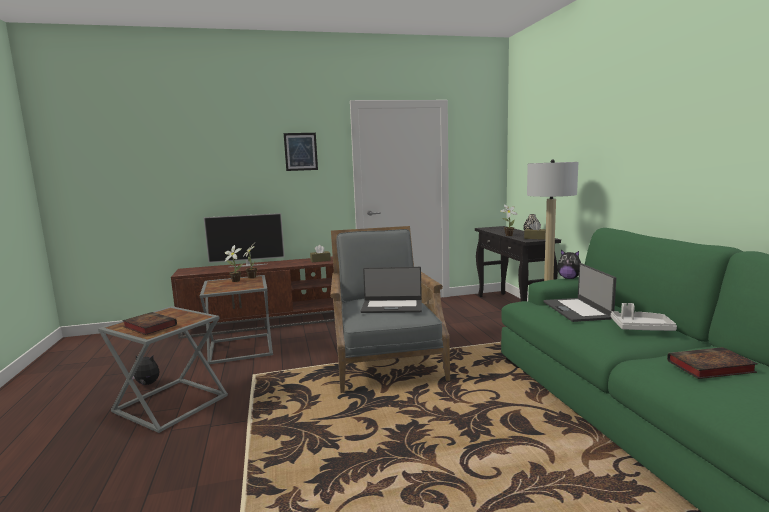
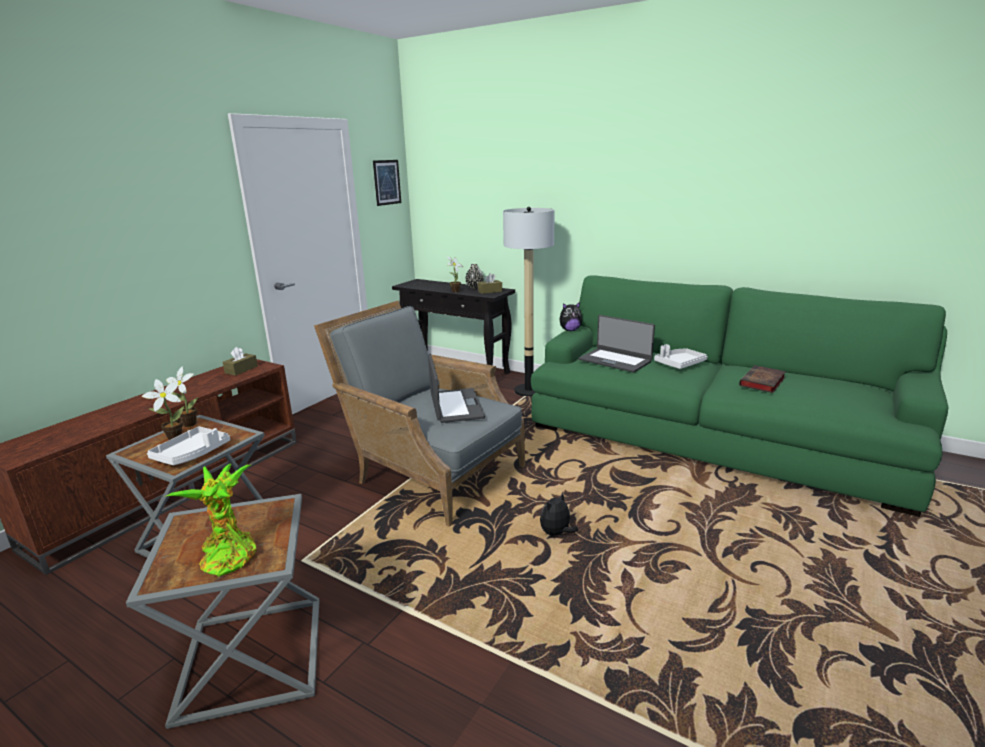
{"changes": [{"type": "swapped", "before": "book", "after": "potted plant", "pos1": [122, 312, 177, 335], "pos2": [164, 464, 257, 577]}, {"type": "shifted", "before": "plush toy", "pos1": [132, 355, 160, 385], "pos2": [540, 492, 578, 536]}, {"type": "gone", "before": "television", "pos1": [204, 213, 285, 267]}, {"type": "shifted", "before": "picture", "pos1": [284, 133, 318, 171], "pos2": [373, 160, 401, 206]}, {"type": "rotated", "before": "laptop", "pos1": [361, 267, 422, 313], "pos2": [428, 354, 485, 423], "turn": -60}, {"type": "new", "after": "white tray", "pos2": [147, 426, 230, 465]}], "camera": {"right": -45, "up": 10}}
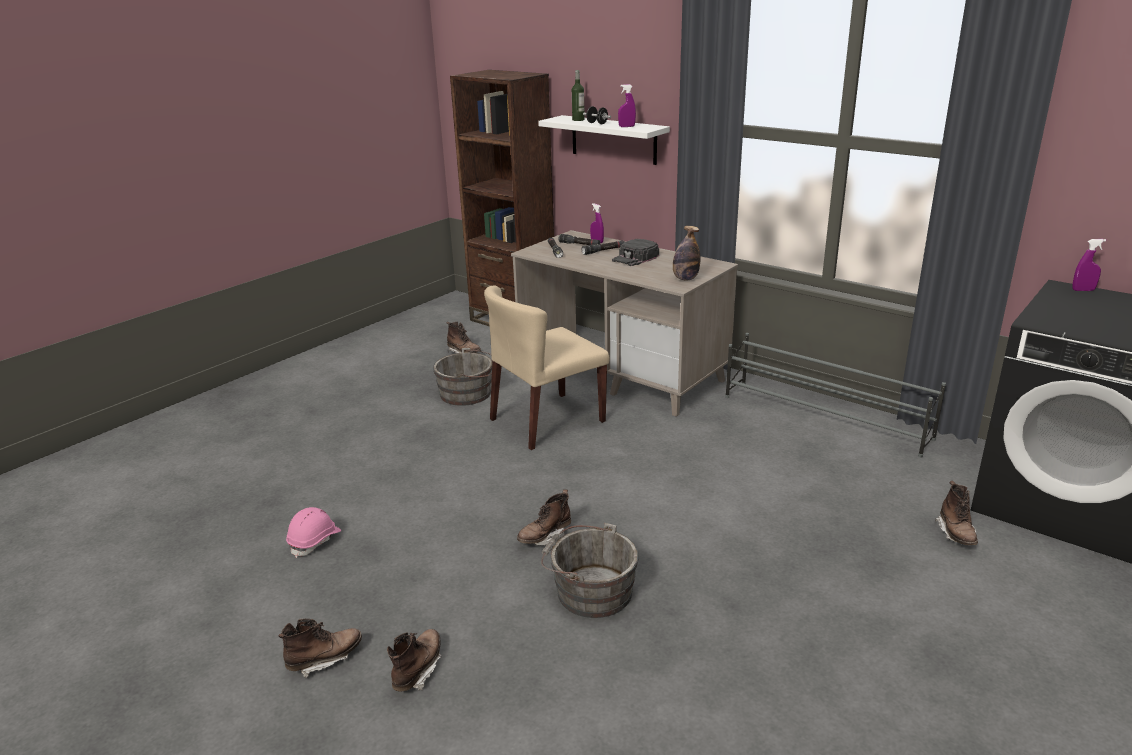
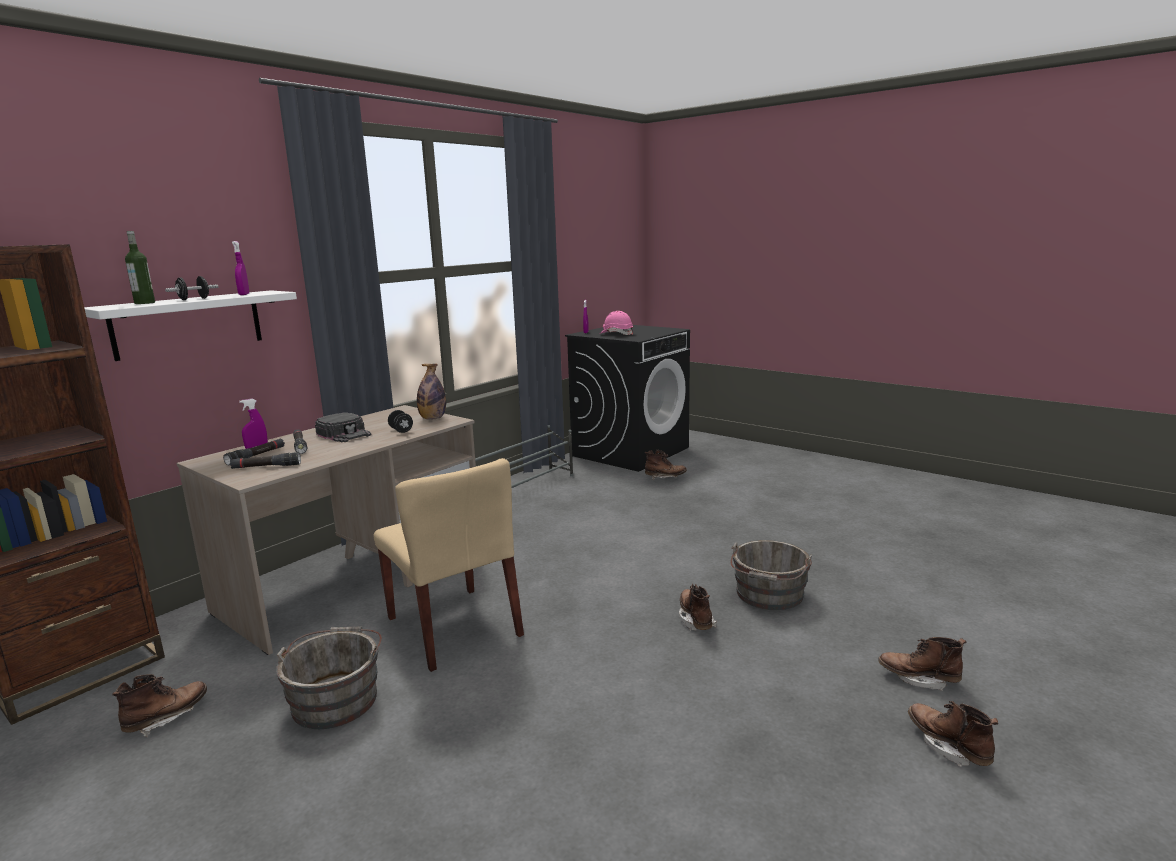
{"changes": [{"type": "shifted", "before": "pink hard hat", "pos1": [286, 507, 341, 558], "pos2": [599, 311, 633, 335]}, {"type": "rotated", "before": "brown boot", "pos1": [517, 490, 571, 546], "pos2": [679, 584, 717, 630], "turn": -150}, {"type": "new", "after": "black dumbbell", "pos2": [388, 410, 413, 433]}], "camera": {"right": -90, "up": -10}}
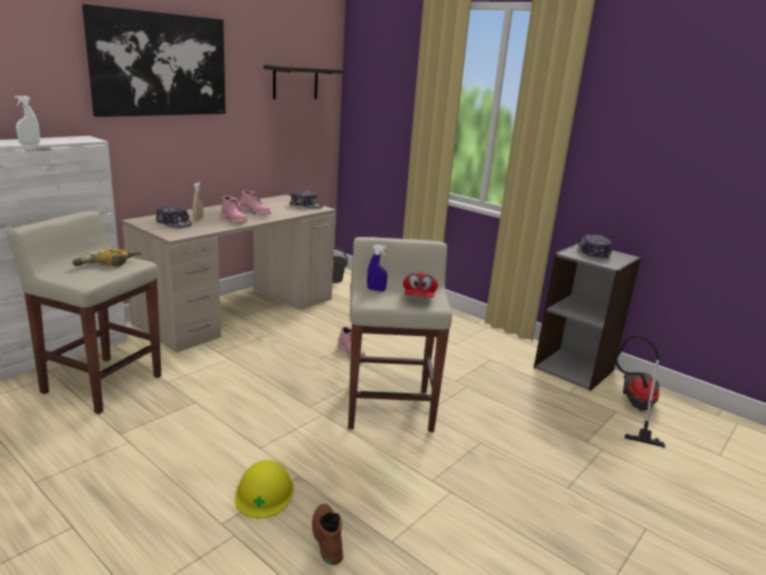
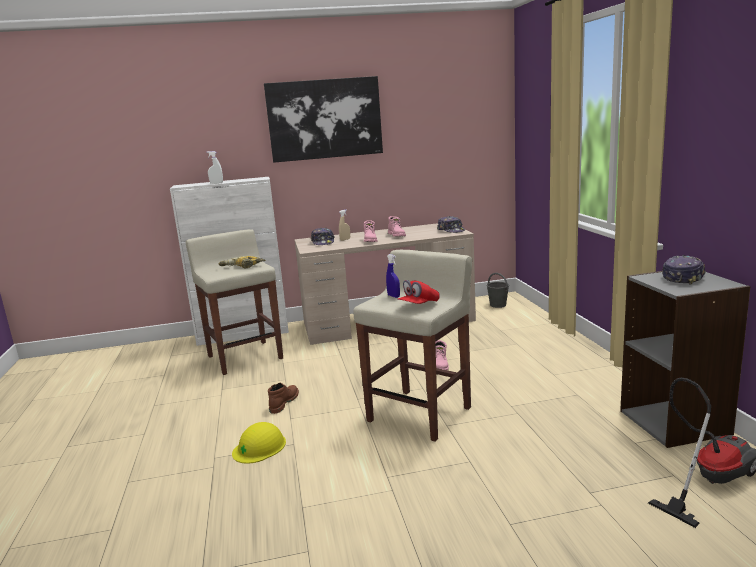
{"changes": [{"type": "gone", "before": "shelf", "pos1": [264, 65, 344, 99]}, {"type": "shifted", "before": "brown boot", "pos1": [312, 504, 343, 565], "pos2": [268, 383, 299, 414]}], "camera": {"right": 40, "up": -5}}
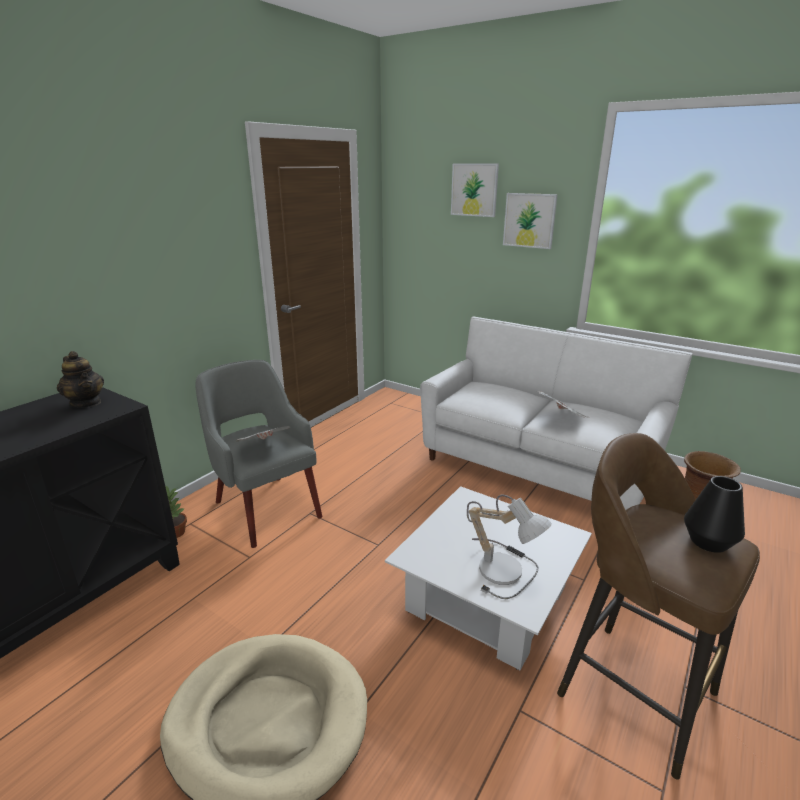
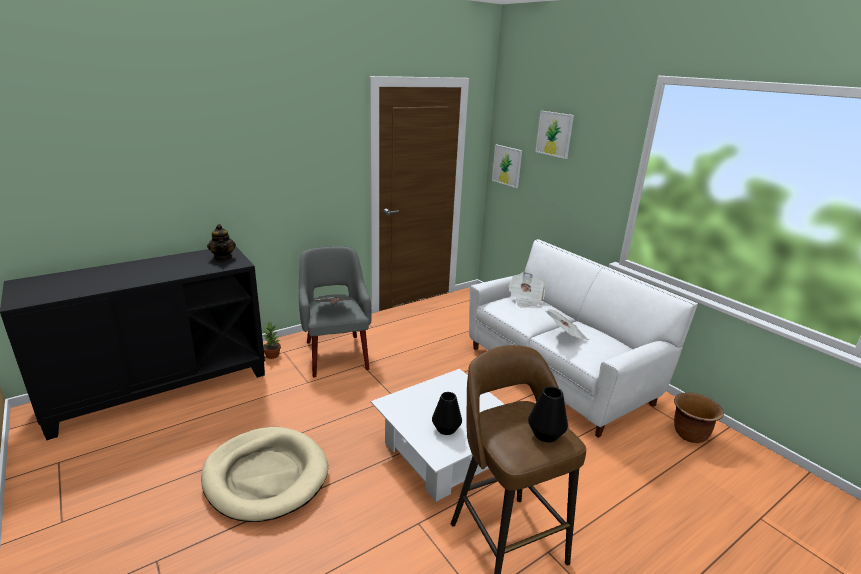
{"changes": [{"type": "swapped", "before": "table lamp", "after": "black vase", "pos1": [467, 494, 552, 599], "pos2": [432, 392, 462, 435]}, {"type": "shifted", "before": "picture", "pos1": [503, 193, 558, 249], "pos2": [492, 145, 522, 188]}, {"type": "new", "after": "newspaper", "pos2": [508, 272, 546, 308]}], "camera": {"right": 20, "up": 0}}
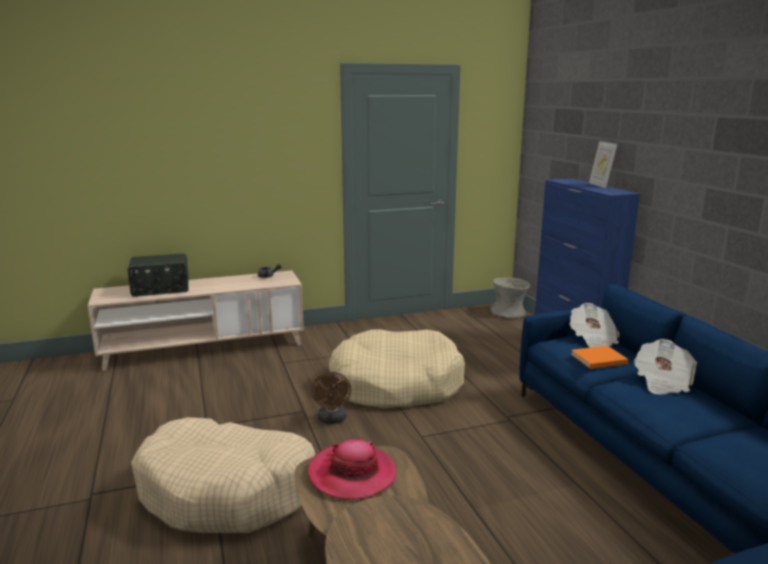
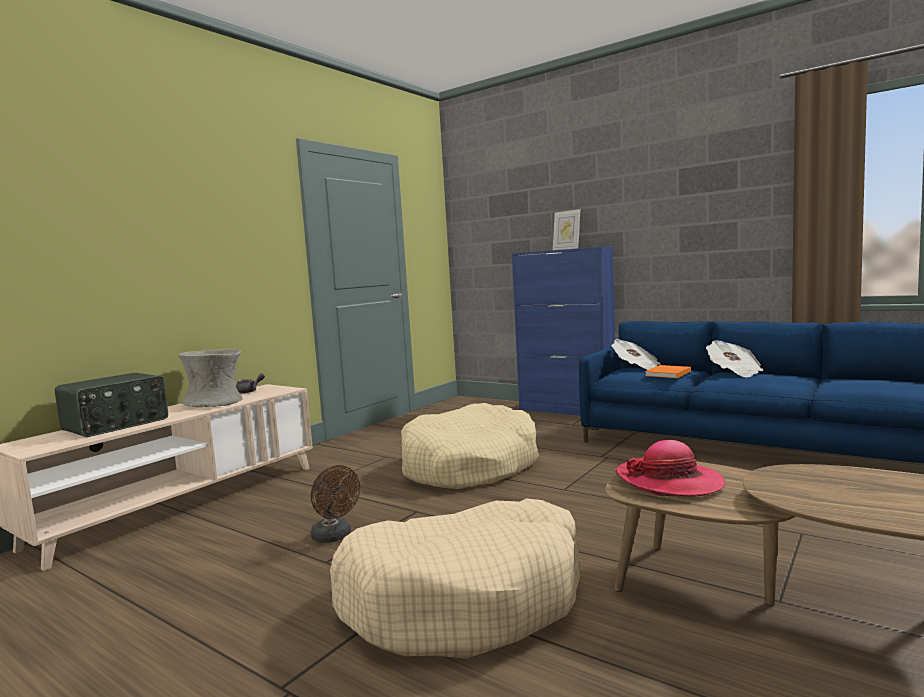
{"changes": [{"type": "shifted", "before": "brown fan", "pos1": [311, 372, 351, 424], "pos2": [311, 465, 360, 543]}, {"type": "shifted", "before": "grey vase", "pos1": [490, 277, 530, 318], "pos2": [178, 349, 243, 407]}], "camera": {"right": -35, "up": -10}}
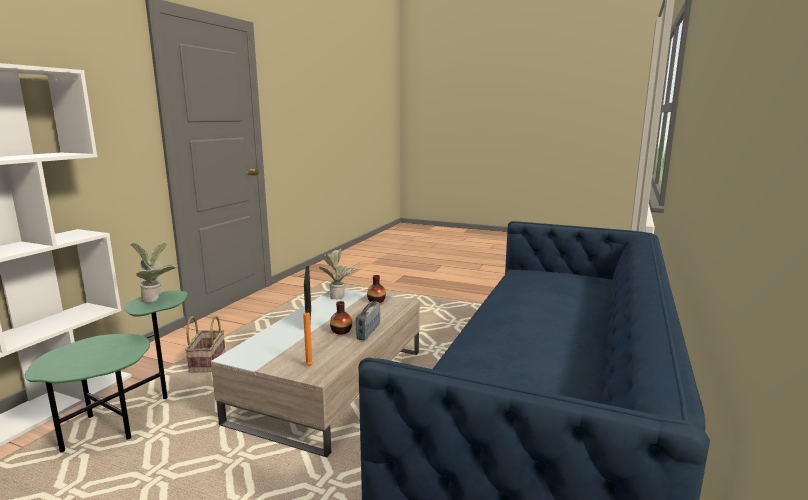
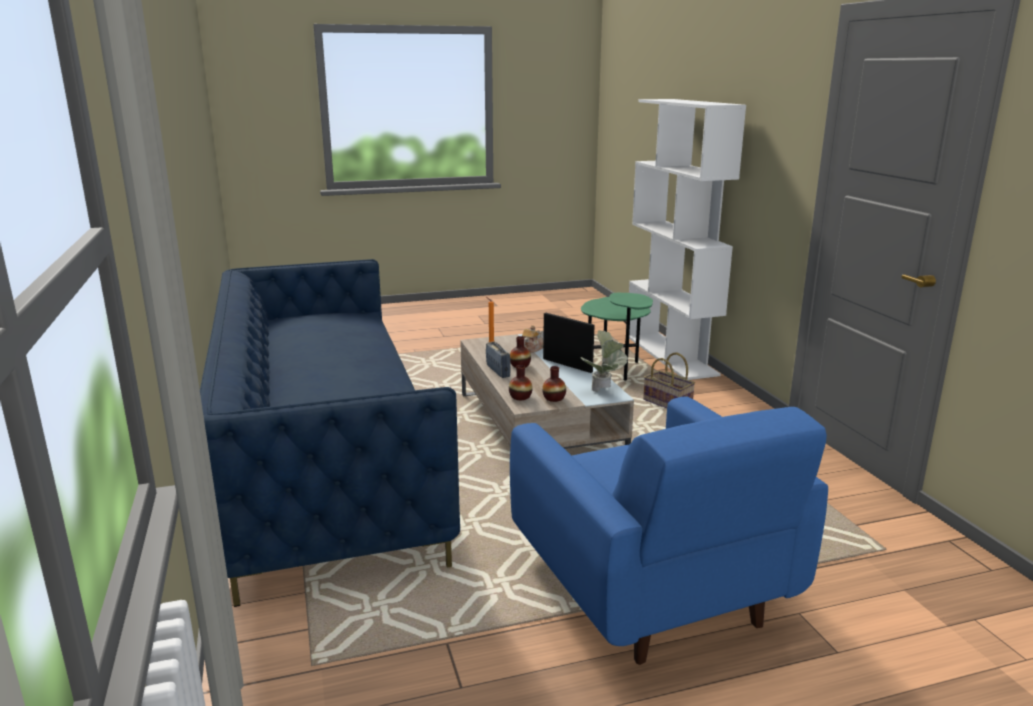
{"changes": [{"type": "gone", "before": "potted plant", "pos1": [130, 243, 176, 303]}, {"type": "new", "after": "vase", "pos2": [509, 365, 533, 400]}, {"type": "new", "after": "blue armchair", "pos2": [510, 397, 828, 665]}, {"type": "new", "after": "teapot", "pos2": [522, 325, 544, 353]}], "camera": {"right": 140, "up": 5}}
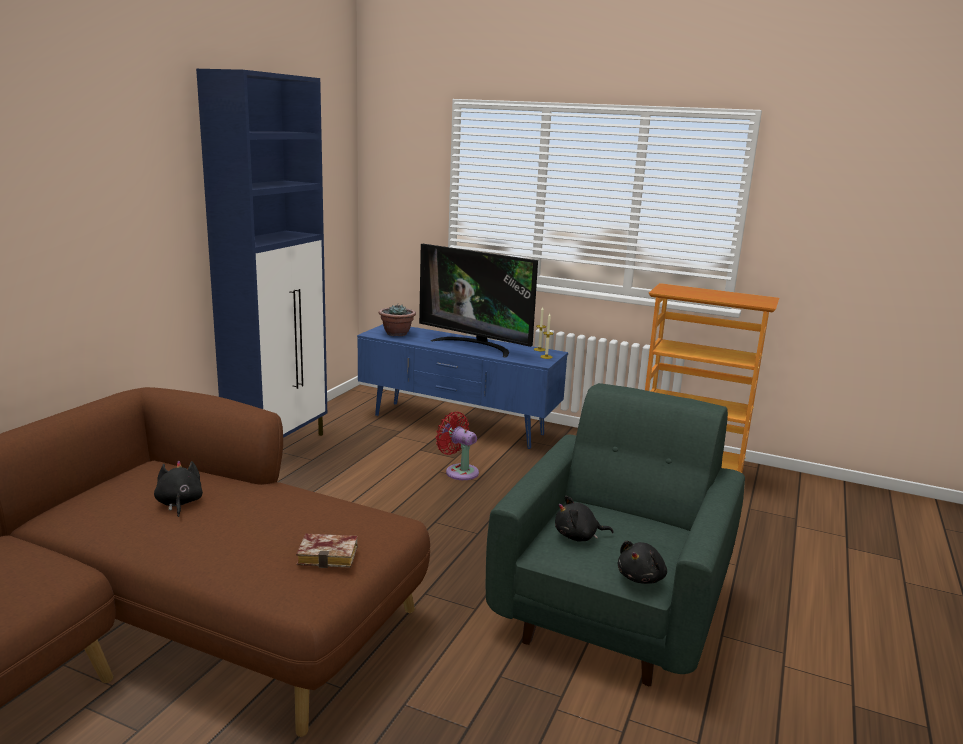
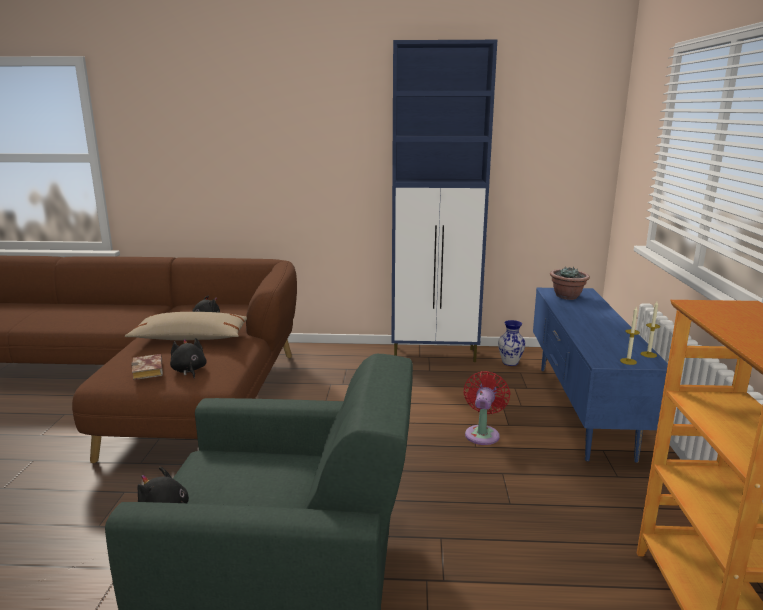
{"changes": [{"type": "gone", "before": "television", "pos1": [419, 244, 538, 358]}, {"type": "shifted", "before": "black plush toy", "pos1": [555, 496, 613, 542], "pos2": [170, 338, 207, 379]}, {"type": "new", "after": "beige pillow", "pos2": [125, 312, 247, 340]}, {"type": "new", "after": "vase", "pos2": [498, 320, 526, 366]}], "camera": {"right": 70, "up": 0}}
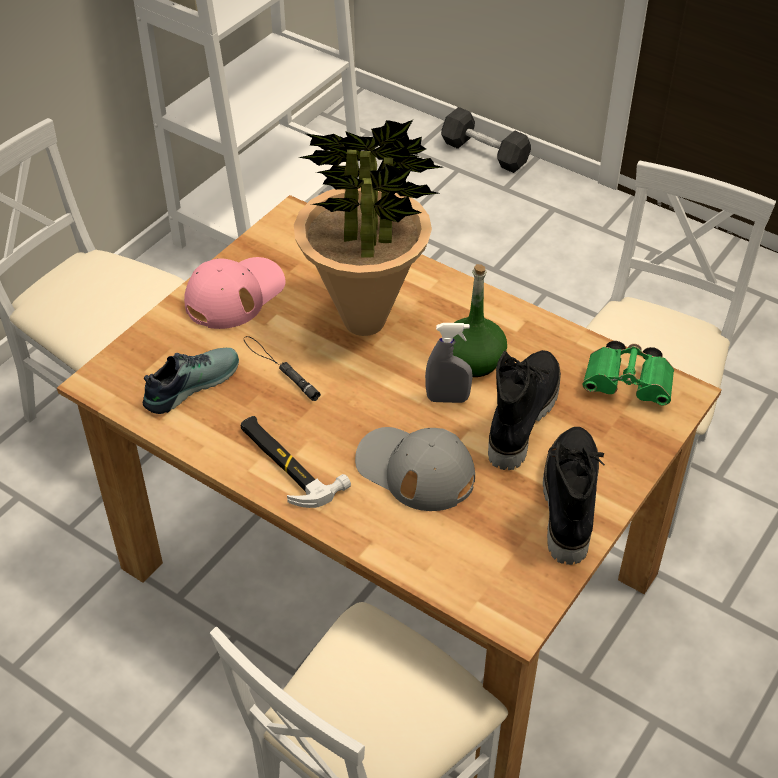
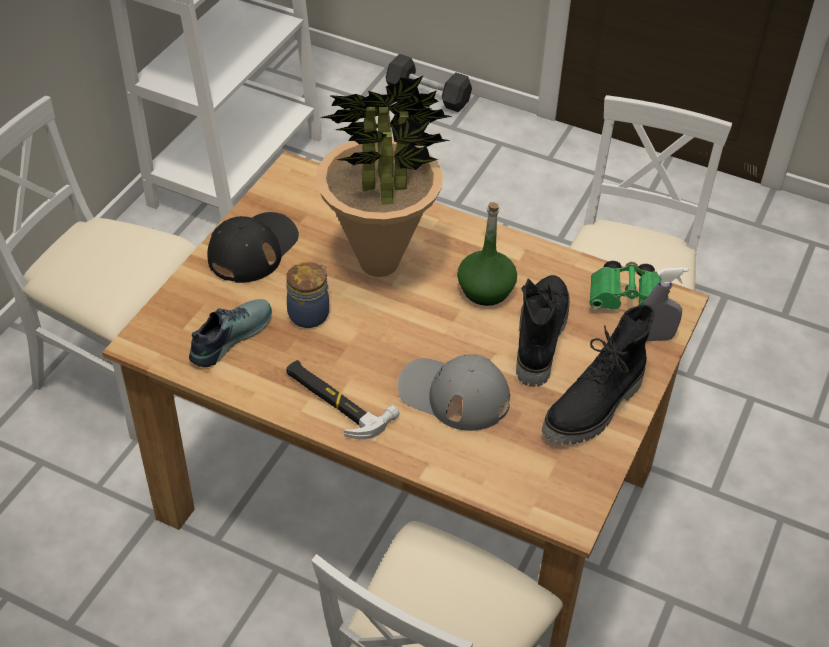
{"changes": [{"type": "repainted", "before": "pink cap", "after": "black cap", "pos1": [184, 257, 286, 329], "pos2": [207, 212, 299, 283]}, {"type": "swapped", "before": "black flashlight", "after": "jar", "pos1": [244, 336, 321, 401], "pos2": [286, 262, 329, 328]}, {"type": "shifted", "before": "grey spray bottle", "pos1": [425, 323, 473, 403], "pos2": [643, 267, 688, 342]}, {"type": "rotated", "before": "black boot", "pos1": [543, 427, 605, 565], "pos2": [542, 305, 654, 445], "turn": -135}], "camera": {"right": -10, "up": 0}}
